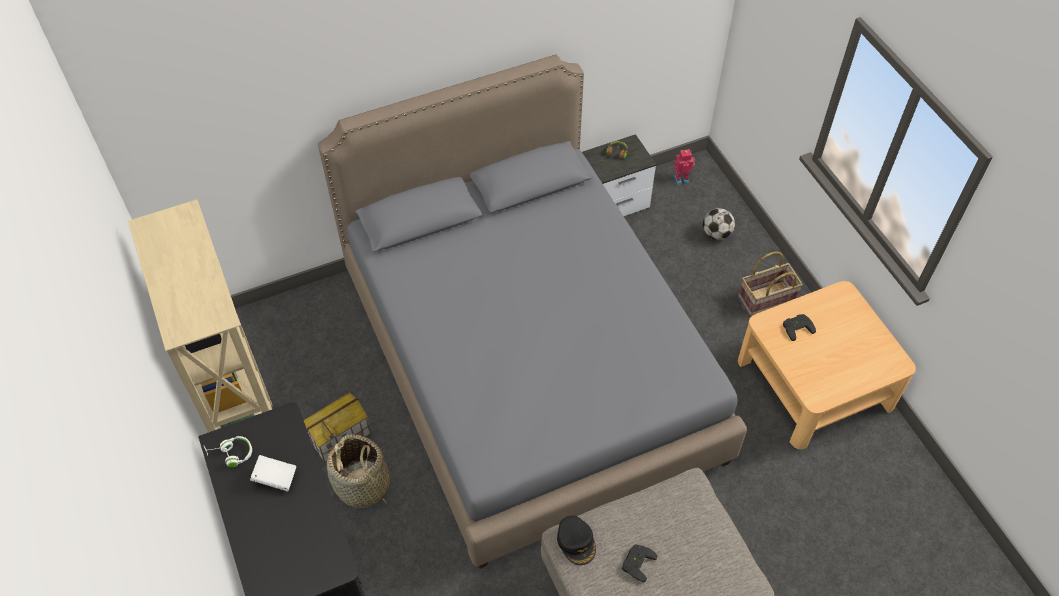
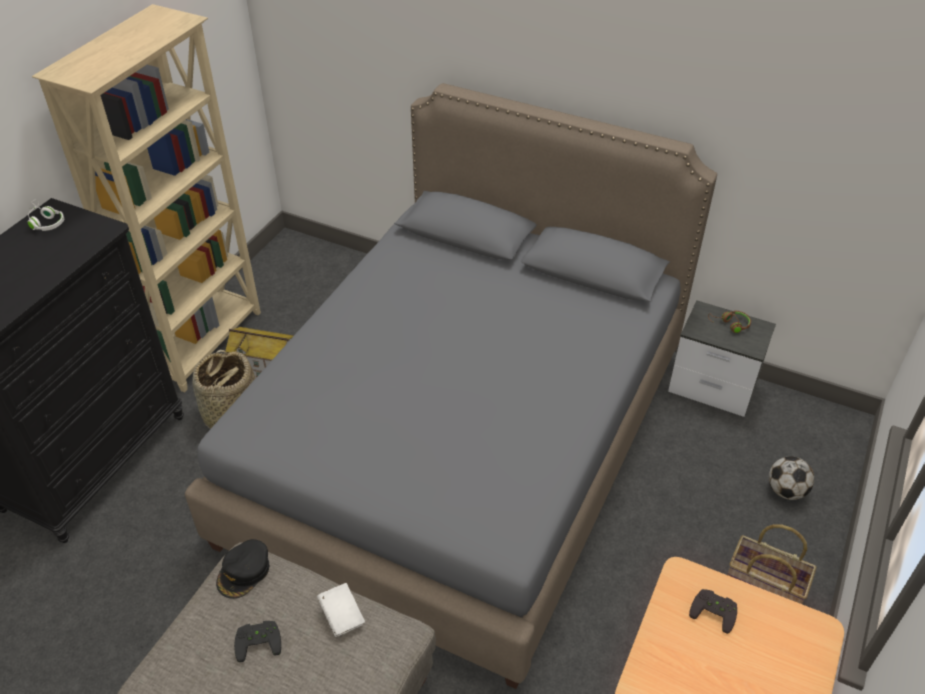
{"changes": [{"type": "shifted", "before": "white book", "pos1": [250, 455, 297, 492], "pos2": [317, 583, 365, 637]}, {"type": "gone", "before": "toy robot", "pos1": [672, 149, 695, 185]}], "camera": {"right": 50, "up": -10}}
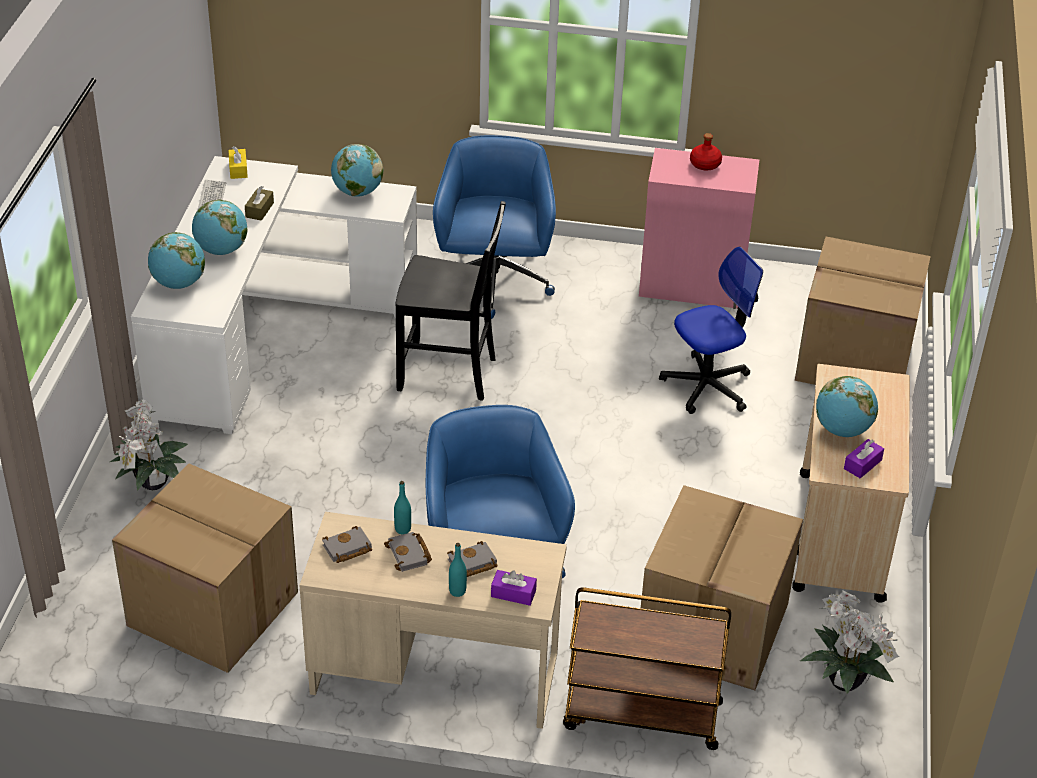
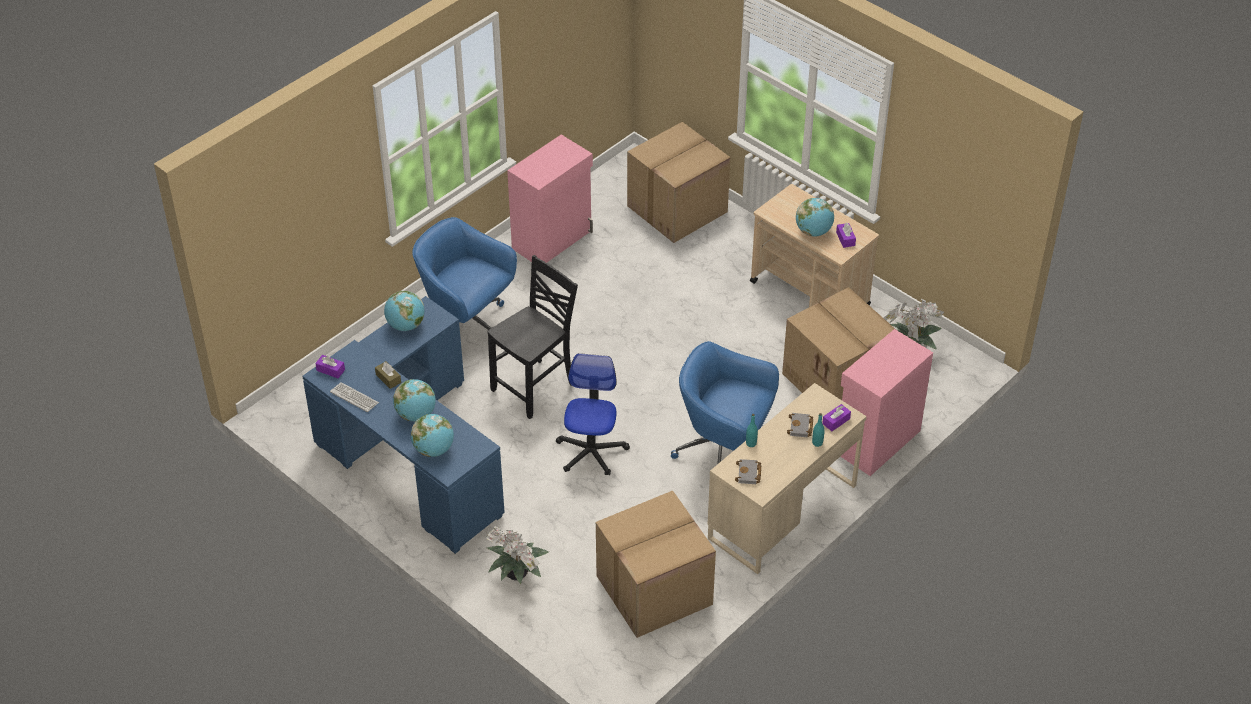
{"changes": [{"type": "repainted", "before": "white desk", "after": "blue desk", "pos1": [131, 156, 417, 434], "pos2": [302, 296, 505, 554]}, {"type": "repainted", "before": "yellow tissue box", "after": "purple tissue box", "pos1": [228, 146, 248, 179], "pos2": [315, 355, 345, 378]}, {"type": "gone", "before": "grey book", "pos1": [384, 532, 432, 572]}, {"type": "swapped", "before": "brown cart", "after": "pink cabinet", "pos1": [563, 587, 731, 750], "pos2": [840, 329, 933, 476]}, {"type": "shifted", "before": "office chair", "pos1": [659, 247, 763, 414], "pos2": [556, 353, 630, 475]}, {"type": "gone", "before": "red bottle", "pos1": [690, 133, 722, 170]}], "camera": {"right": -55, "up": 5}}
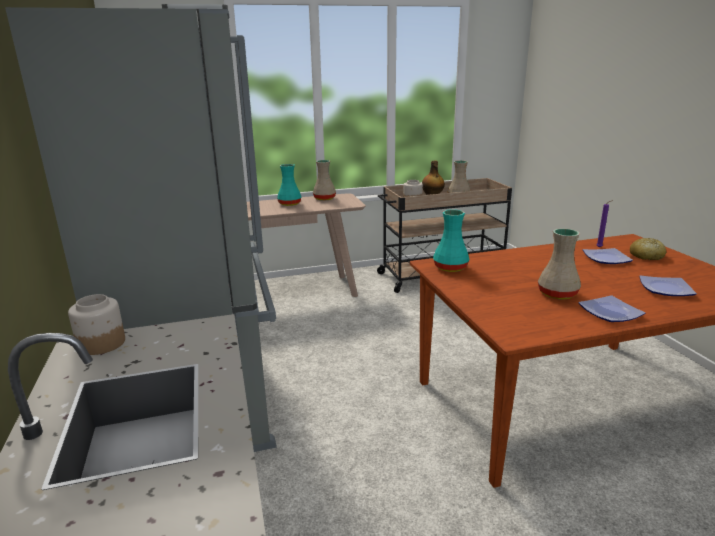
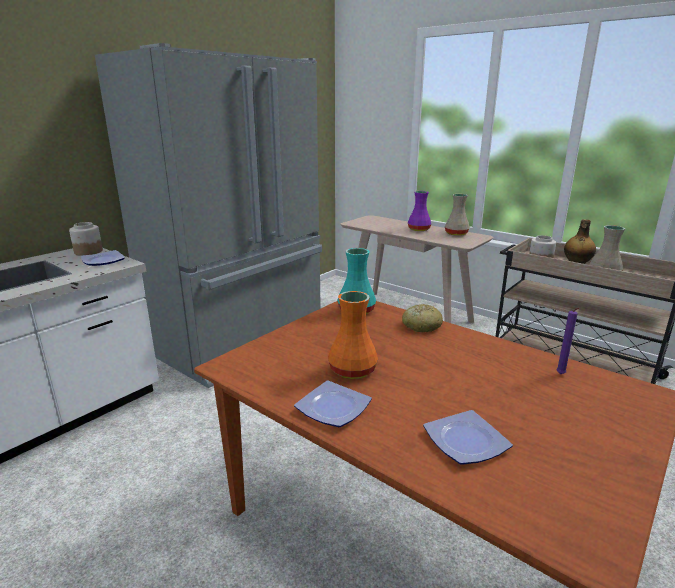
{"changes": [{"type": "repainted", "before": "turquoise vase", "after": "purple vase", "pos1": [277, 164, 302, 206], "pos2": [408, 191, 431, 231]}, {"type": "repainted", "before": "beige vase", "after": "orange vase", "pos1": [538, 228, 581, 300], "pos2": [328, 291, 378, 379]}, {"type": "shifted", "before": "plate", "pos1": [583, 248, 633, 264], "pos2": [81, 250, 125, 266]}, {"type": "shifted", "before": "bread", "pos1": [630, 238, 666, 260], "pos2": [402, 304, 443, 332]}], "camera": {"right": 55, "up": 0}}
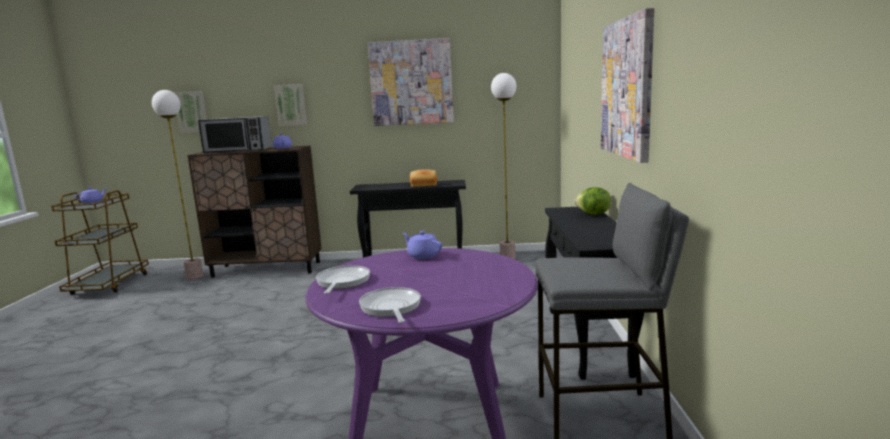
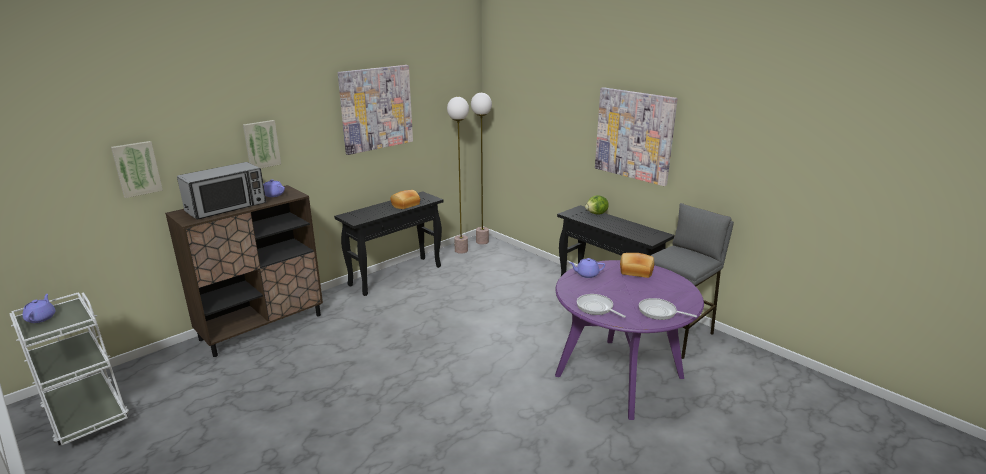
{"changes": [{"type": "repainted", "before": "brown cart", "after": "white cart", "pos1": [51, 190, 149, 295], "pos2": [10, 292, 129, 445]}, {"type": "shifted", "before": "floor lamp", "pos1": [152, 90, 204, 280], "pos2": [471, 93, 492, 245]}, {"type": "new", "after": "bread", "pos2": [620, 253, 654, 278]}], "camera": {"right": -45, "up": 10}}
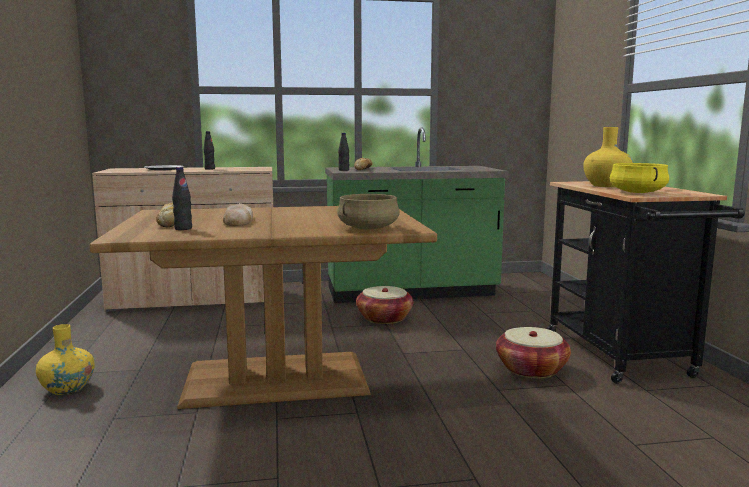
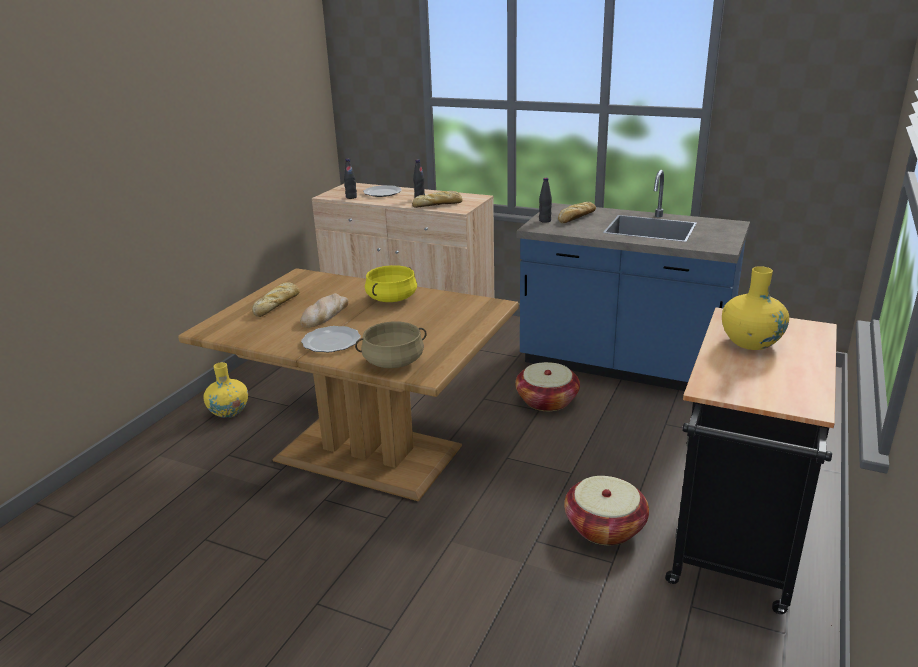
{"changes": [{"type": "shifted", "before": "black bottle", "pos1": [172, 167, 192, 230], "pos2": [344, 159, 357, 199]}, {"type": "repainted", "before": "green counter", "after": "blue counter", "pos1": [325, 128, 509, 303], "pos2": [517, 170, 750, 391]}, {"type": "shifted", "before": "yellow cooking pot", "pos1": [610, 163, 669, 193], "pos2": [365, 265, 417, 302]}, {"type": "new", "after": "plate", "pos2": [301, 326, 361, 352]}, {"type": "new", "after": "bread", "pos2": [412, 191, 463, 208]}], "camera": {"right": 35, "up": 15}}
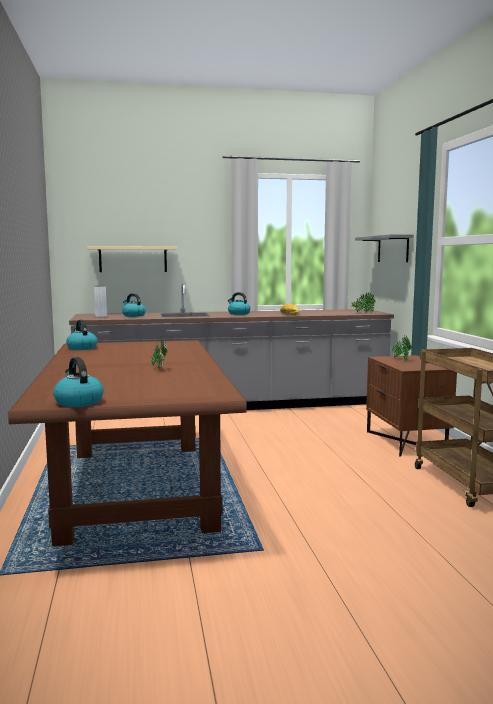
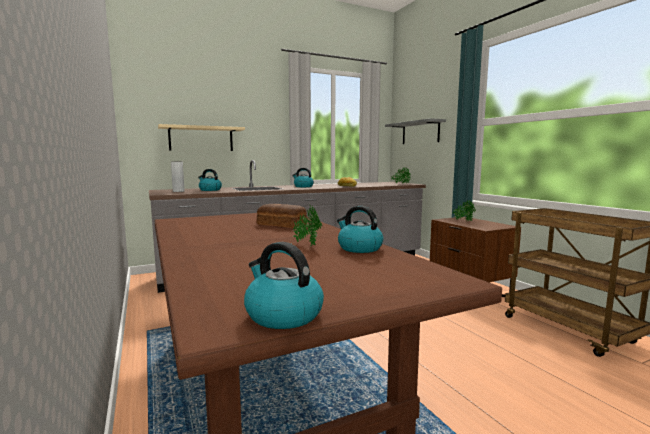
{"changes": [{"type": "shifted", "before": "kettle", "pos1": [66, 320, 98, 350], "pos2": [337, 206, 383, 253]}, {"type": "new", "after": "bread", "pos2": [257, 204, 307, 228]}], "camera": {"right": -15, "up": 0}}
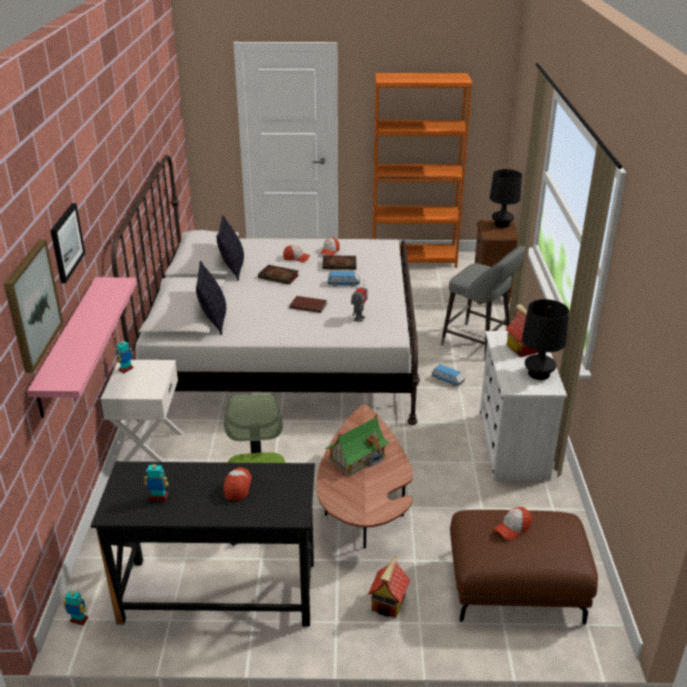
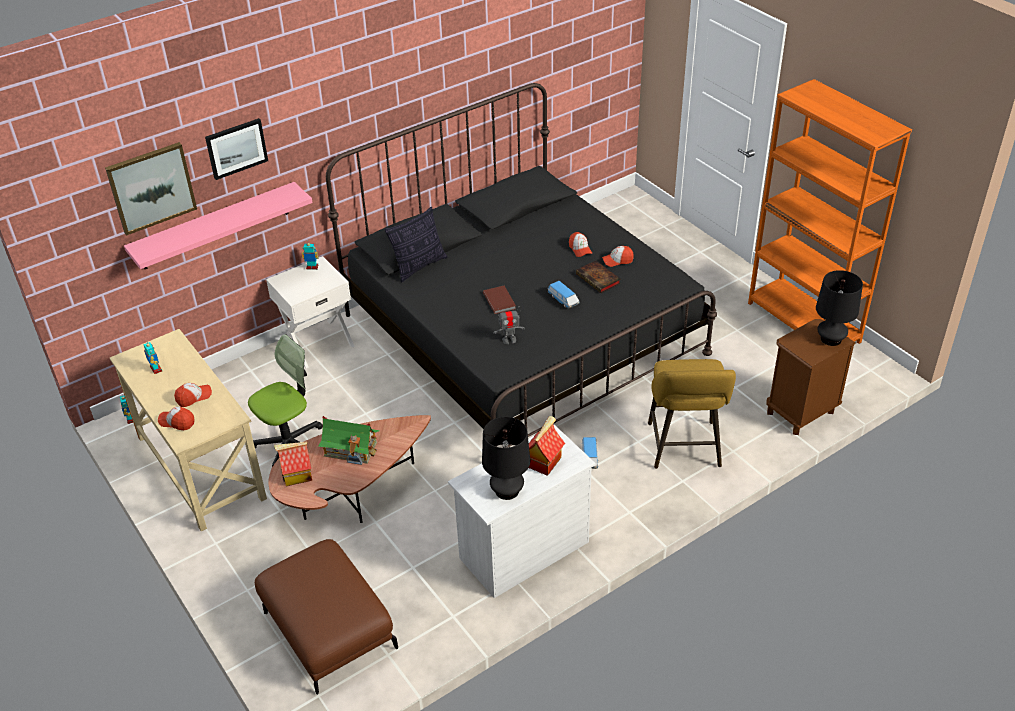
{"changes": [{"type": "repainted", "before": "black desk", "after": "beige desk", "pos1": [91, 462, 315, 627], "pos2": [110, 329, 267, 531]}, {"type": "repainted", "before": "white bed", "after": "black bed", "pos1": [111, 155, 420, 425], "pos2": [326, 83, 717, 448]}, {"type": "gone", "before": "pillow", "pos1": [216, 215, 244, 281]}, {"type": "gone", "before": "book", "pos1": [258, 265, 299, 285]}, {"type": "shifted", "before": "toy house", "pos1": [368, 555, 410, 618], "pos2": [274, 442, 312, 486]}, {"type": "repainted", "before": "grey stool", "after": "yellow stool", "pos1": [441, 246, 525, 360], "pos2": [648, 359, 736, 469]}, {"type": "shifted", "before": "cap", "pos1": [494, 507, 532, 540], "pos2": [158, 407, 195, 430]}], "camera": {"right": 55, "up": 10}}
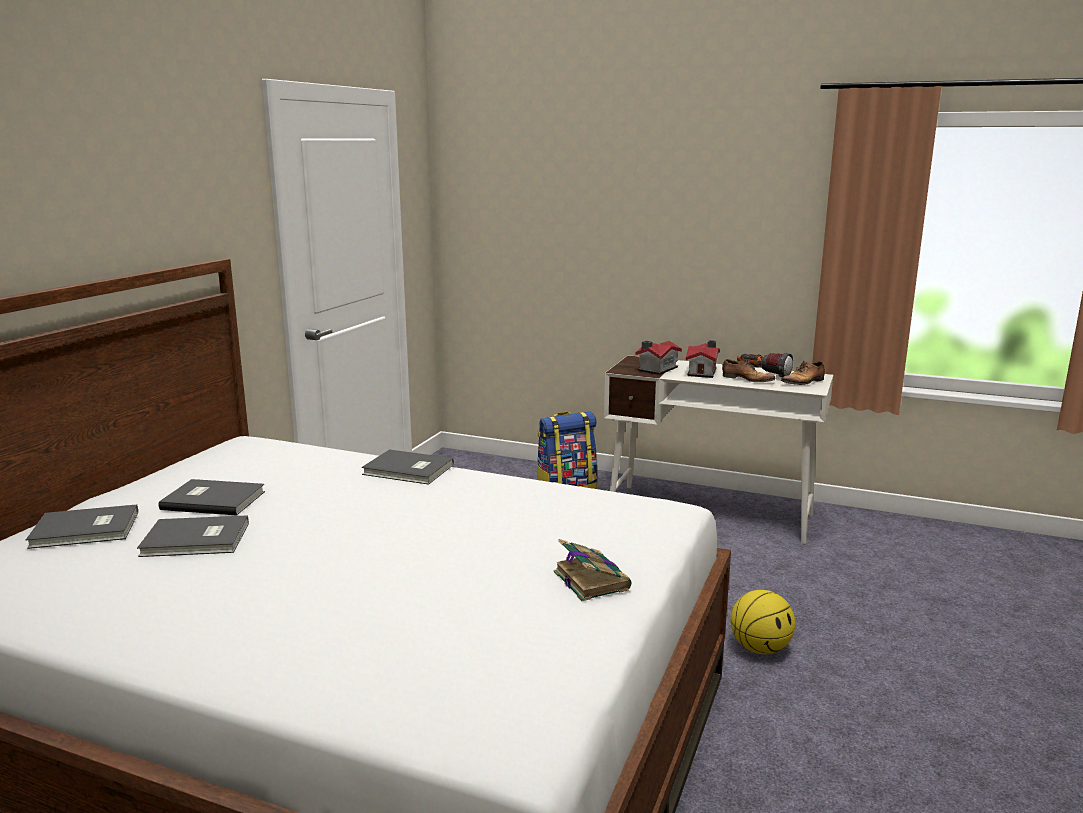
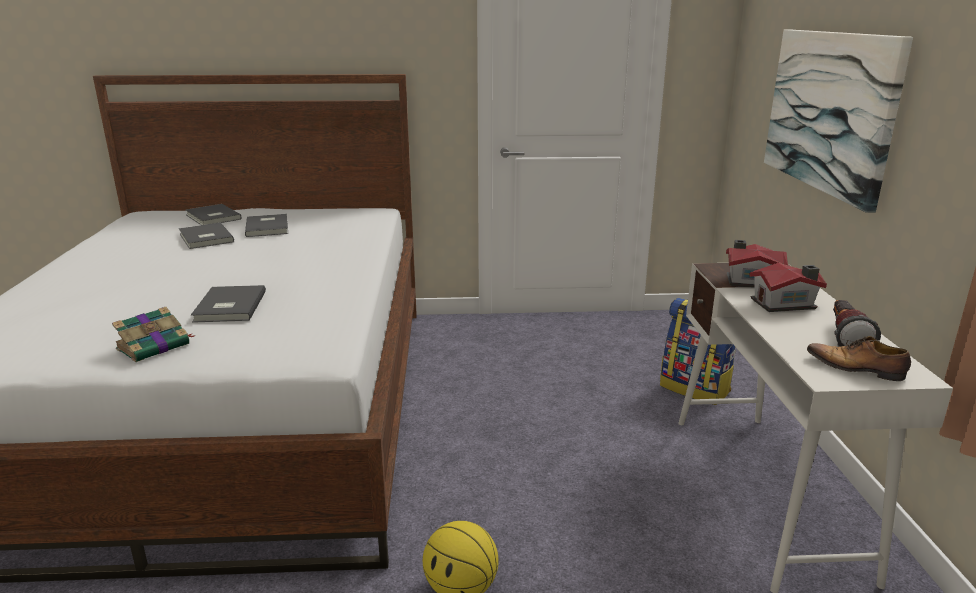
{"changes": [{"type": "shifted", "before": "grey book", "pos1": [362, 449, 454, 485], "pos2": [191, 285, 266, 323]}, {"type": "gone", "before": "shoe", "pos1": [722, 359, 776, 382]}, {"type": "new", "after": "picture", "pos2": [764, 30, 913, 213]}], "camera": {"right": 65, "up": 5}}
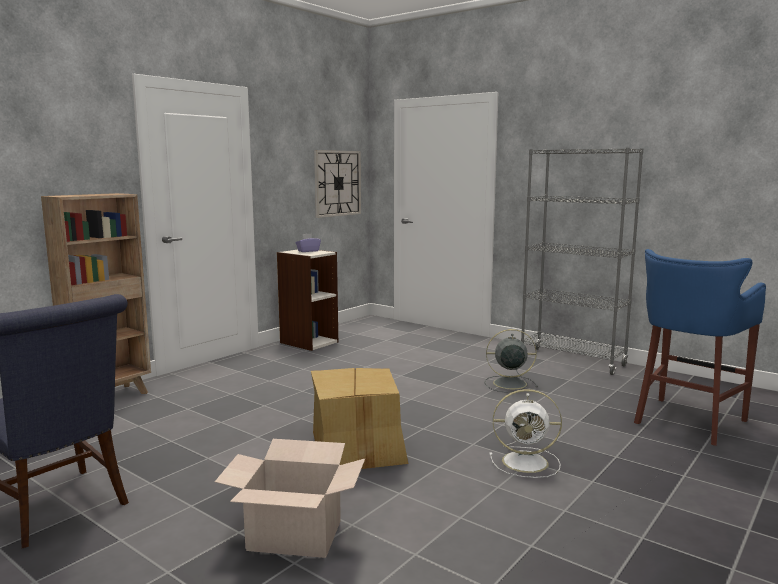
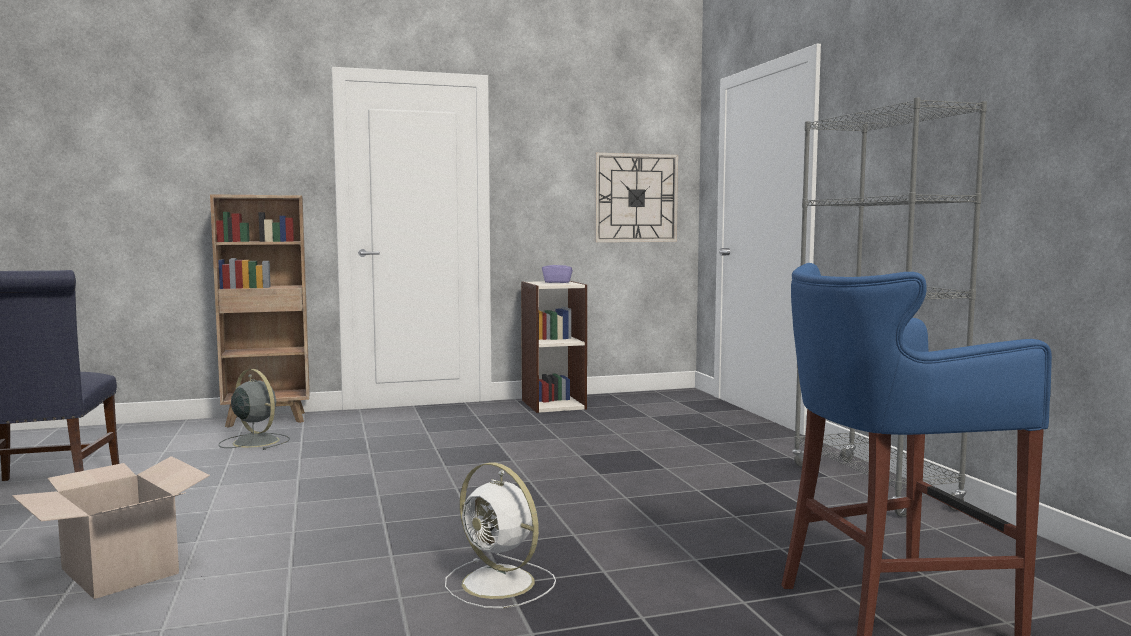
{"changes": [{"type": "gone", "before": "cardboard box", "pos1": [311, 368, 408, 469]}, {"type": "shifted", "before": "grey fan", "pos1": [485, 329, 538, 392], "pos2": [218, 369, 290, 450]}], "camera": {"right": 35, "up": -5}}
